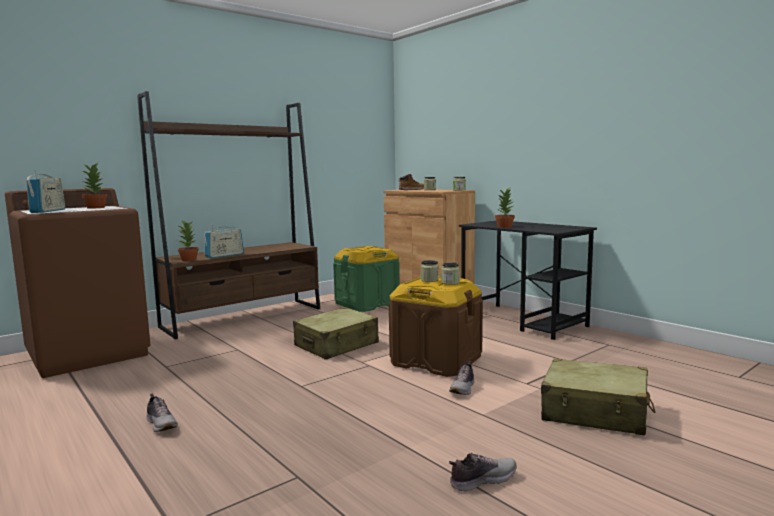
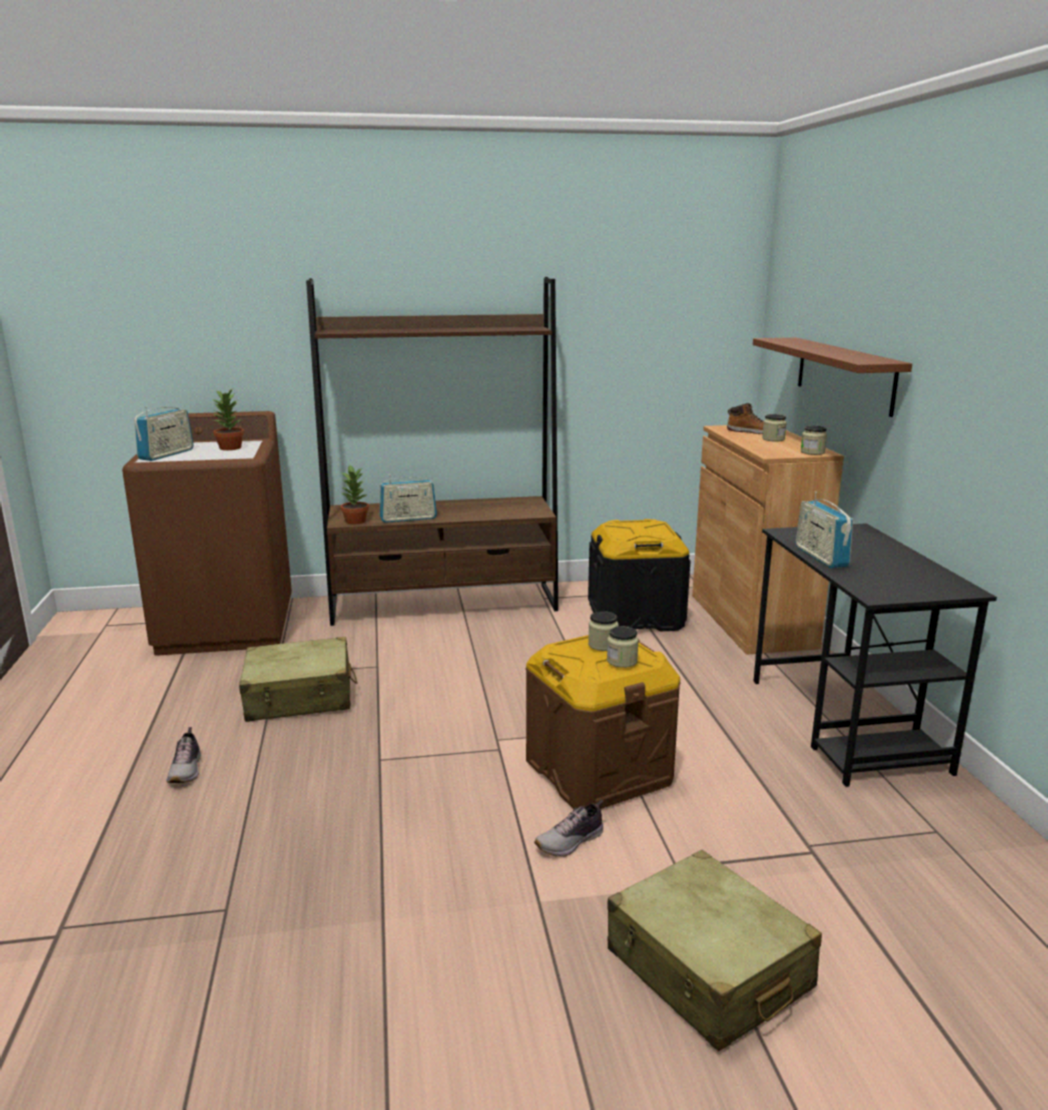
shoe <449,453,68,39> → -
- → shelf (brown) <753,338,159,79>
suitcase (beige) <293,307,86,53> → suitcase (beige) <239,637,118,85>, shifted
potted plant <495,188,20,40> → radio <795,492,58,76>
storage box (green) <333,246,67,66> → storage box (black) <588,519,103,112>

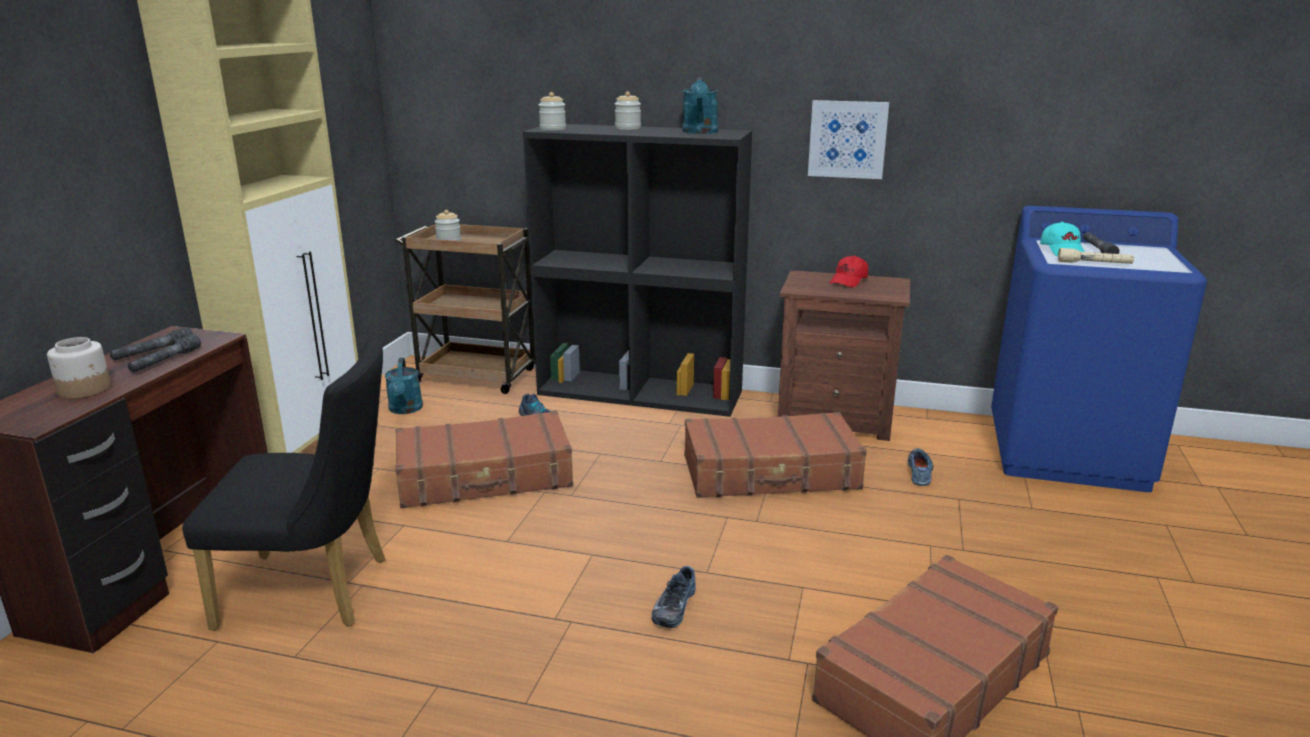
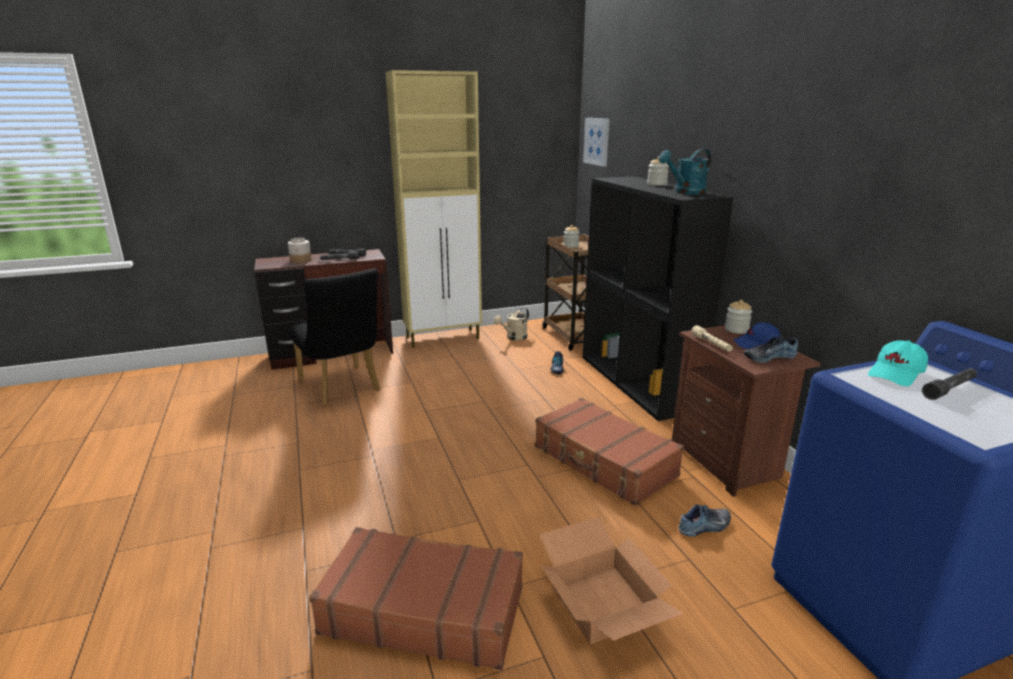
suitcase (brown) <395,411,178,98> → -
- → cardboard box <539,517,145,128>
jar <539,92,27,39> → jar <725,300,27,34>, shifted
shoe <652,566,44,62> → shoe <744,335,54,28>, shifted
picture <808,100,81,79> → picture <583,118,26,49>, shifted
flashlight (beige) <1058,248,76,16> → flashlight (beige) <691,325,42,27>, shifted
watering can (turquoise) <385,358,38,56> → watering can (beige) <494,307,35,33>
cap (red) <829,255,39,32> → cap (blue) <734,322,47,27>

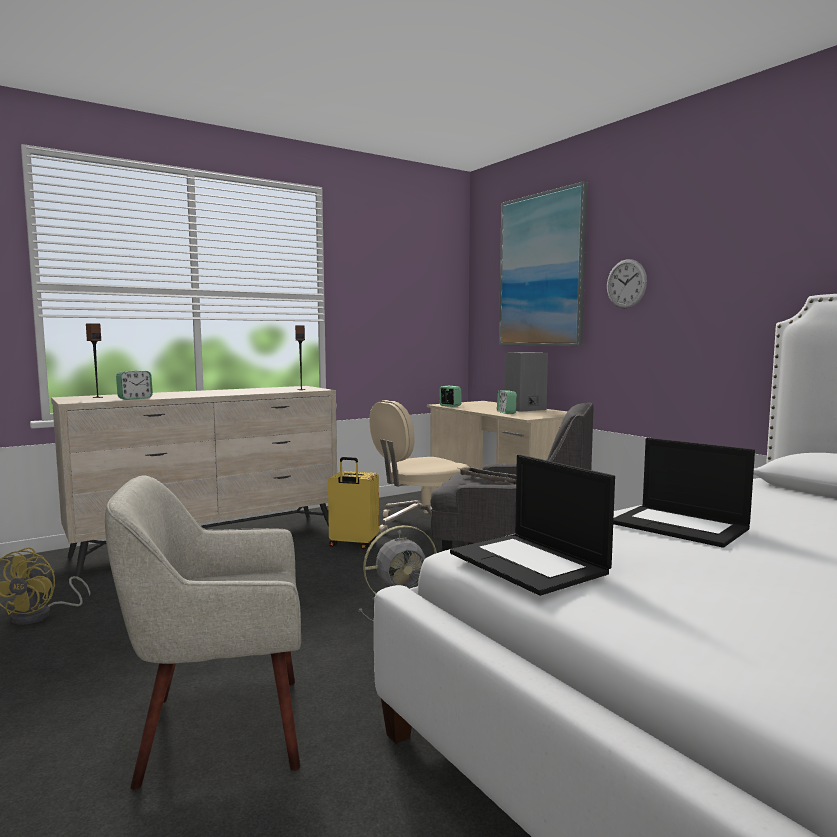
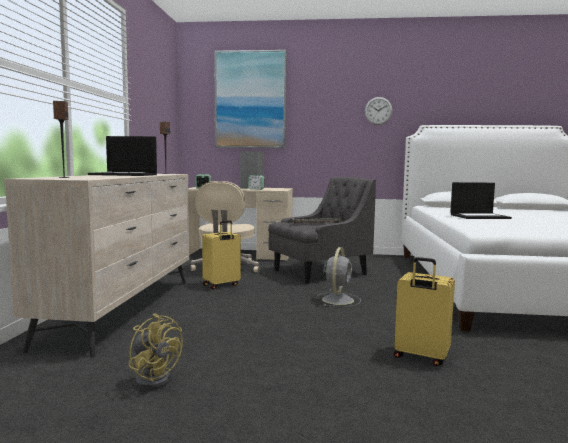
alarm clock <116,371,37,29> → -
laptop <450,455,165,141> → laptop <88,136,69,40>, shifted
wall clock <607,259,40,49> → wall clock <365,97,28,28>, shifted
armchair (beige) <105,475,196,315> → suitcase (yellow) <394,257,61,109>

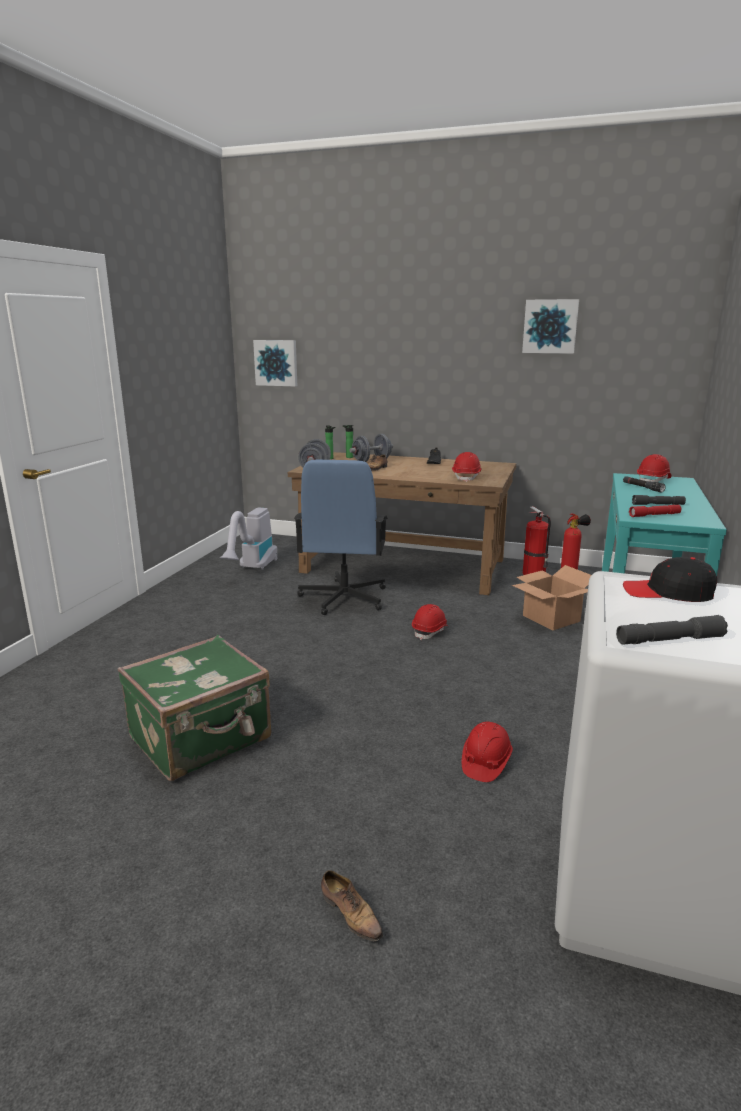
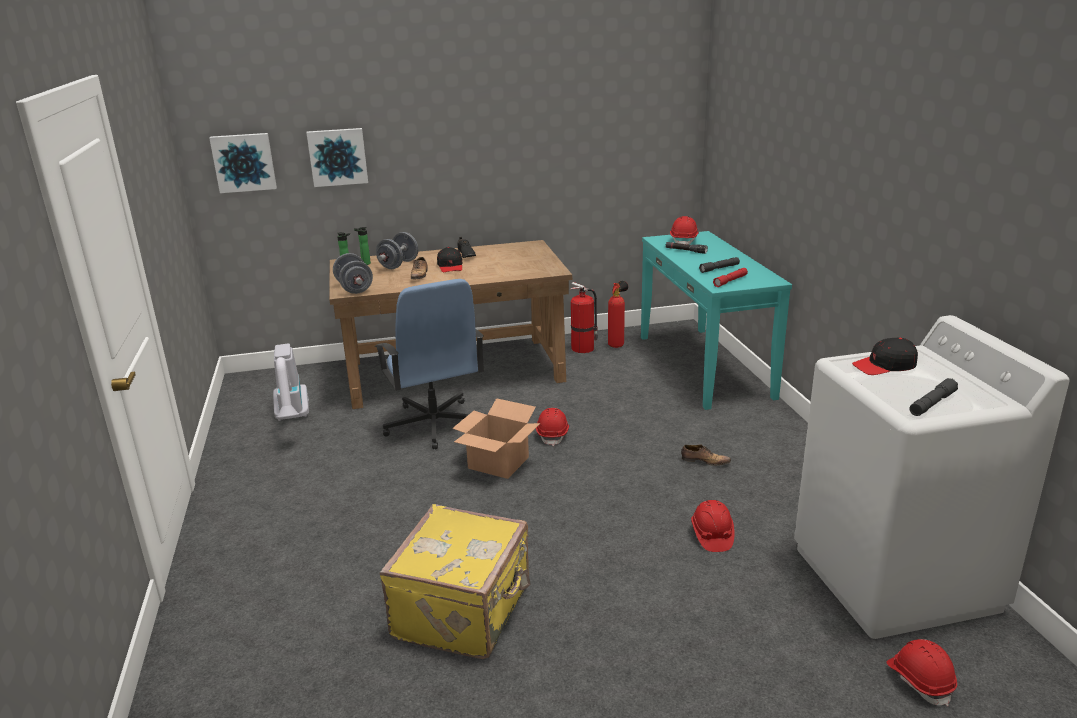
- → cap (black) <437,247,25,25>
shoe <321,870,62,71> → shoe <681,445,50,21>, shifted
hard hat (red) <452,452,30,30> → hard hat (red) <887,639,70,67>, shifted
cardboard box <512,565,79,65> → cardboard box <452,398,89,81>, shifted
picture <522,299,57,55> → picture <306,128,62,59>, shifted
suitcase (green) <118,635,154,146> → suitcase (yellow) <379,504,151,155>

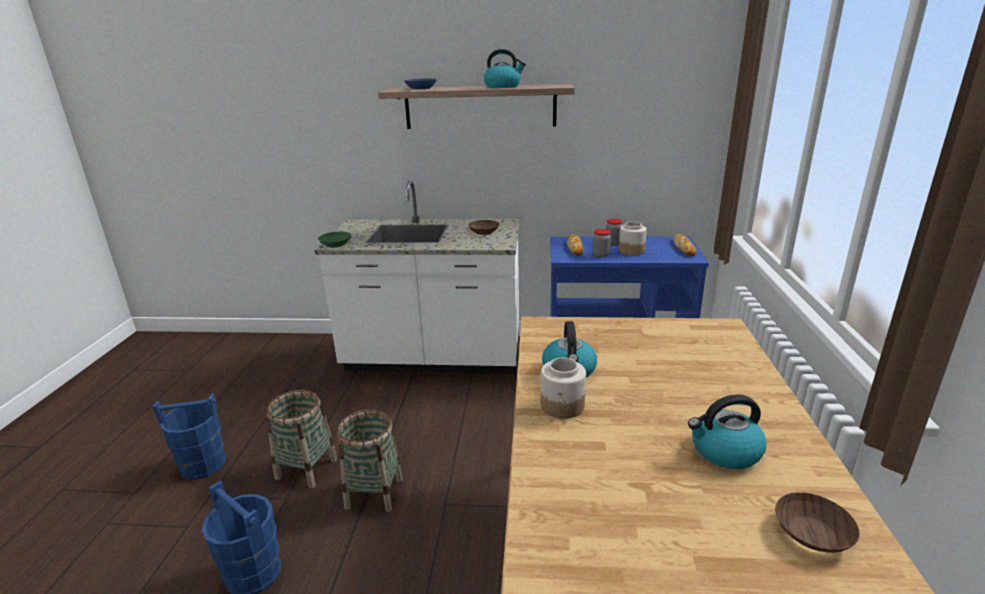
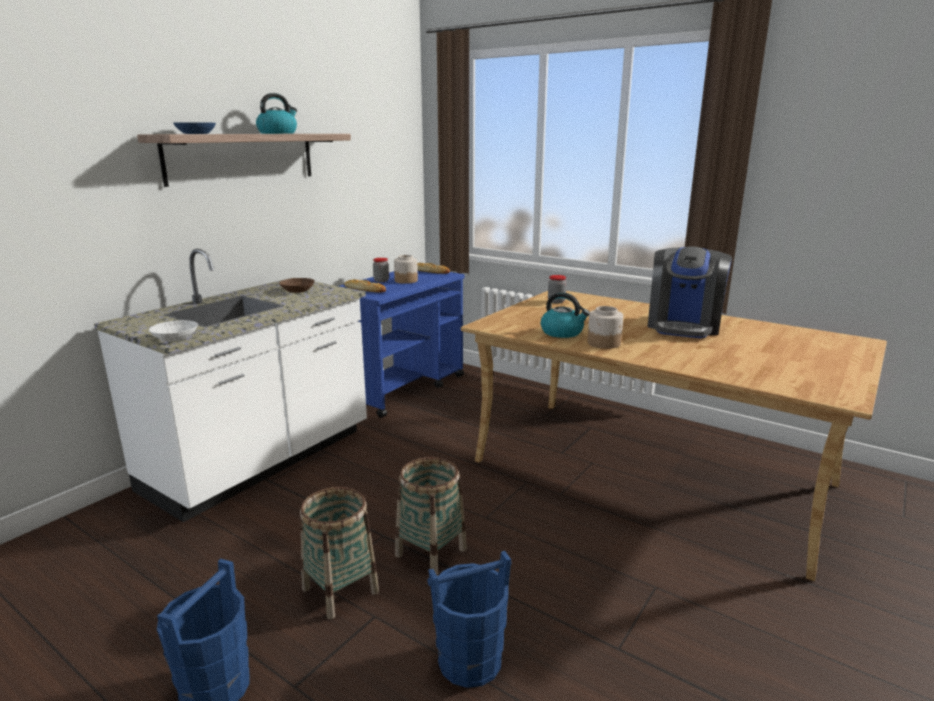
bowl (brown) <775,492,85,61> → -
jar <592,229,19,28> → jar <548,275,19,28>, shifted
kettle <688,394,79,75> → coffee machine <648,246,84,92>
bowl (green) <318,232,33,16> → bowl (white) <149,320,49,22>

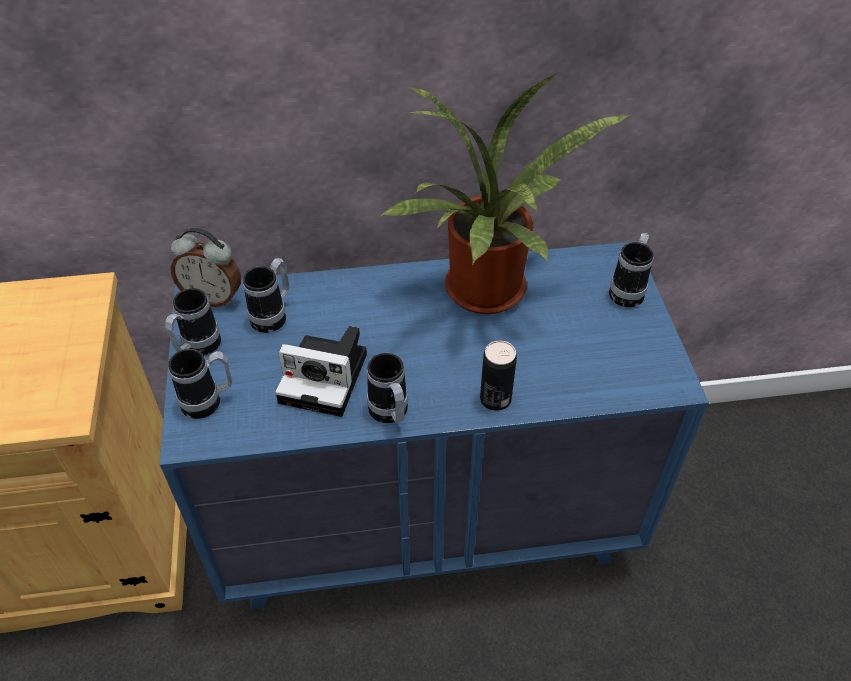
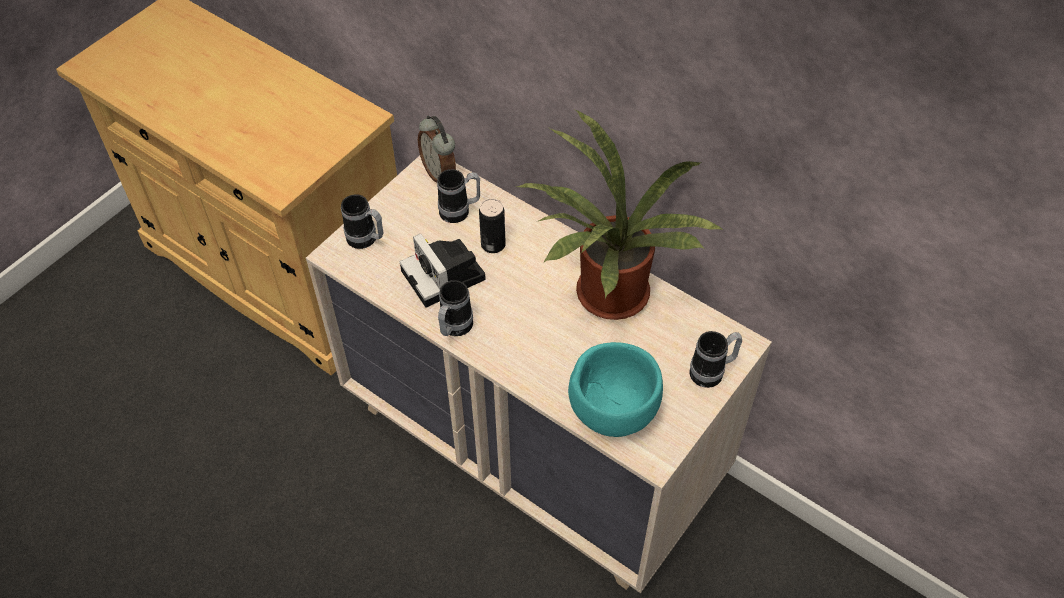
mug <165,288,56,67> → -
- → bowl (turquoise) <568,342,95,95>
can <480,341,37,70> → can <479,198,27,55>, shifted
dresser (blue) <160,241,549,369> → dresser (beige) <306,156,466,437>

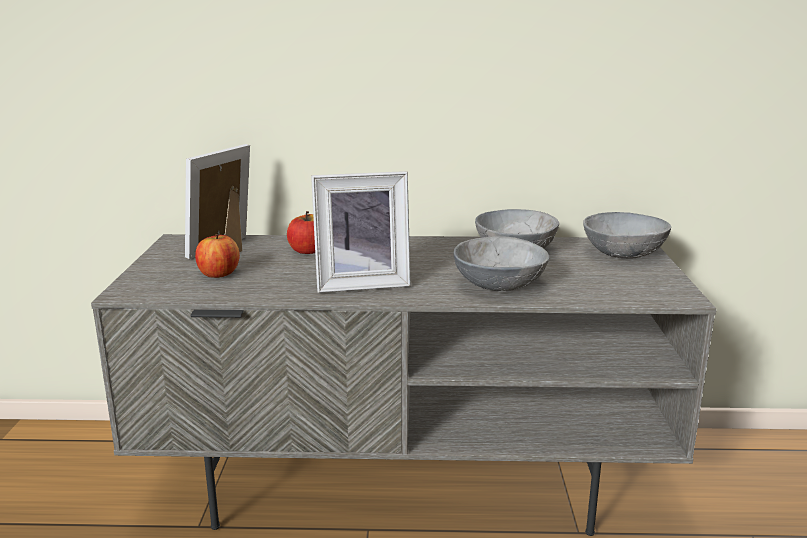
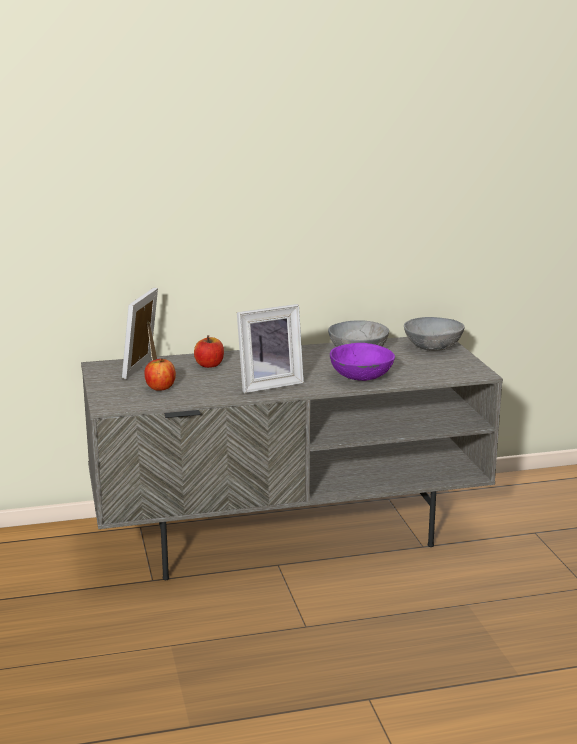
bowl (grey) <454,236,95,55> → bowl (purple) <330,343,65,38>

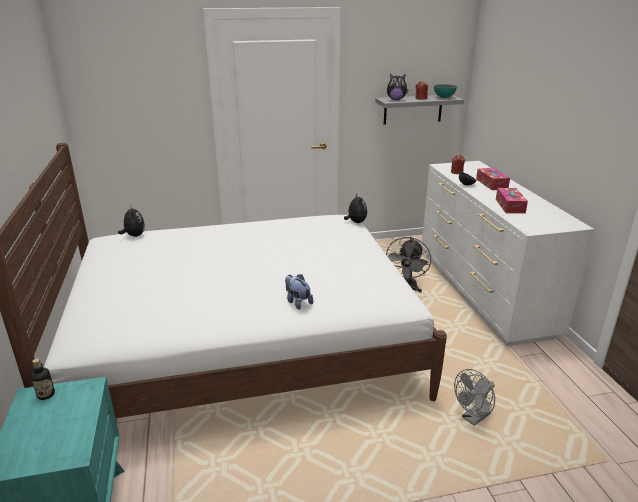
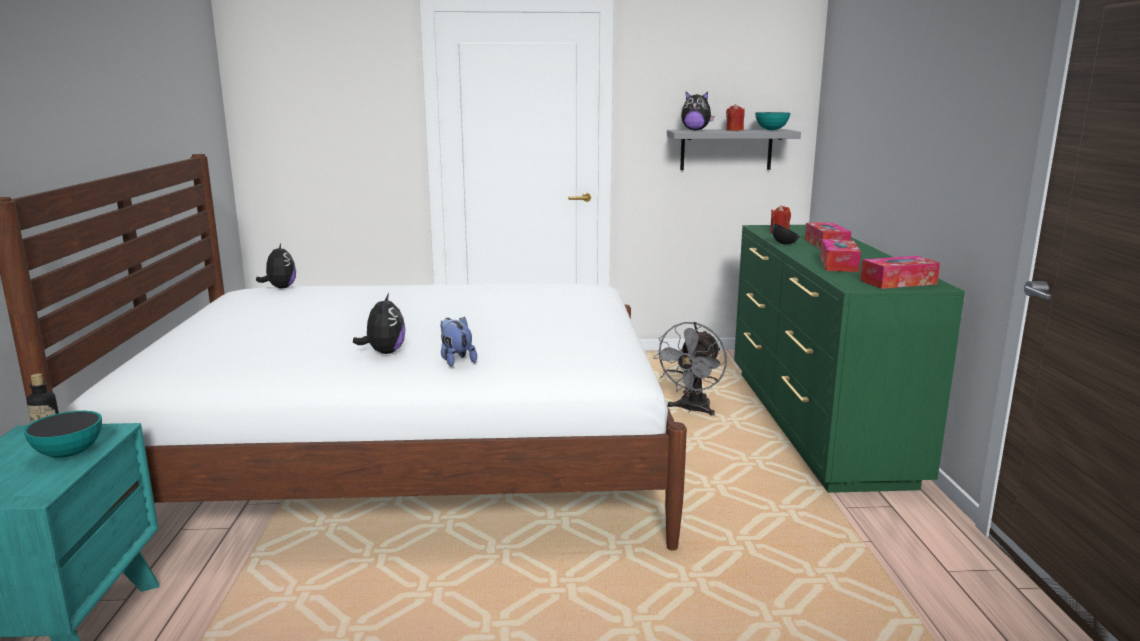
fan (grey) <454,369,41,57> → -
- → bowl <24,411,78,47>
- → tissue box <860,256,80,33>
plush toy <344,194,23,29> → plush toy <353,293,52,61>, shifted
dresser (white) <422,161,172,185> → dresser (green) <734,225,231,268>

